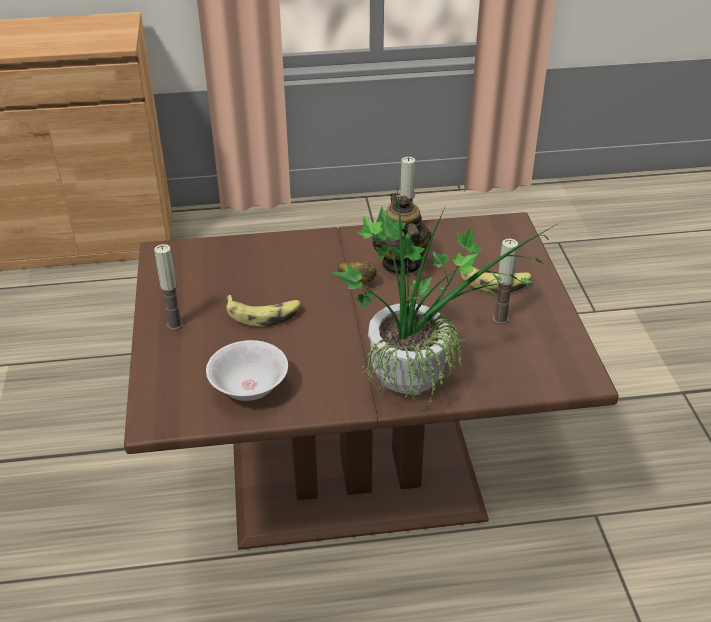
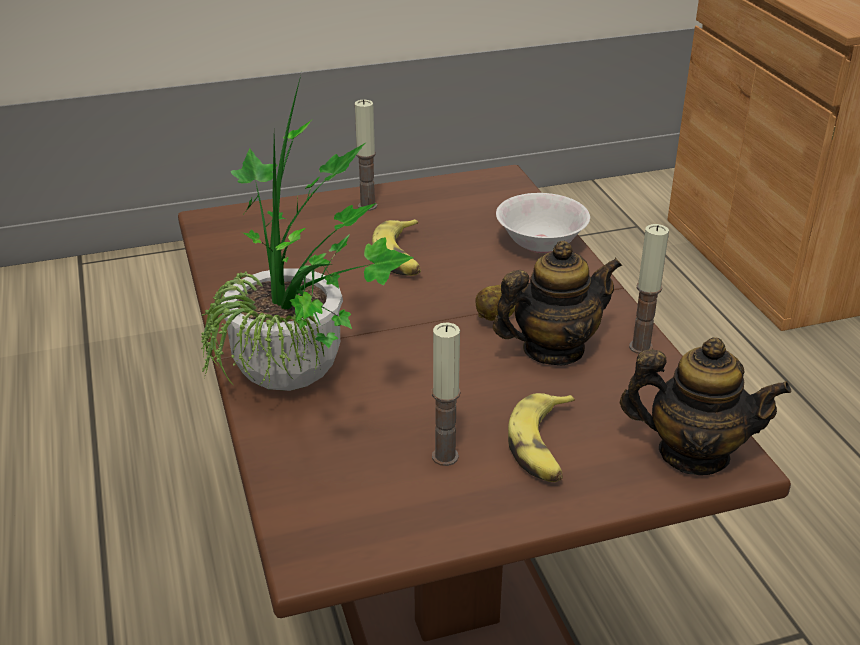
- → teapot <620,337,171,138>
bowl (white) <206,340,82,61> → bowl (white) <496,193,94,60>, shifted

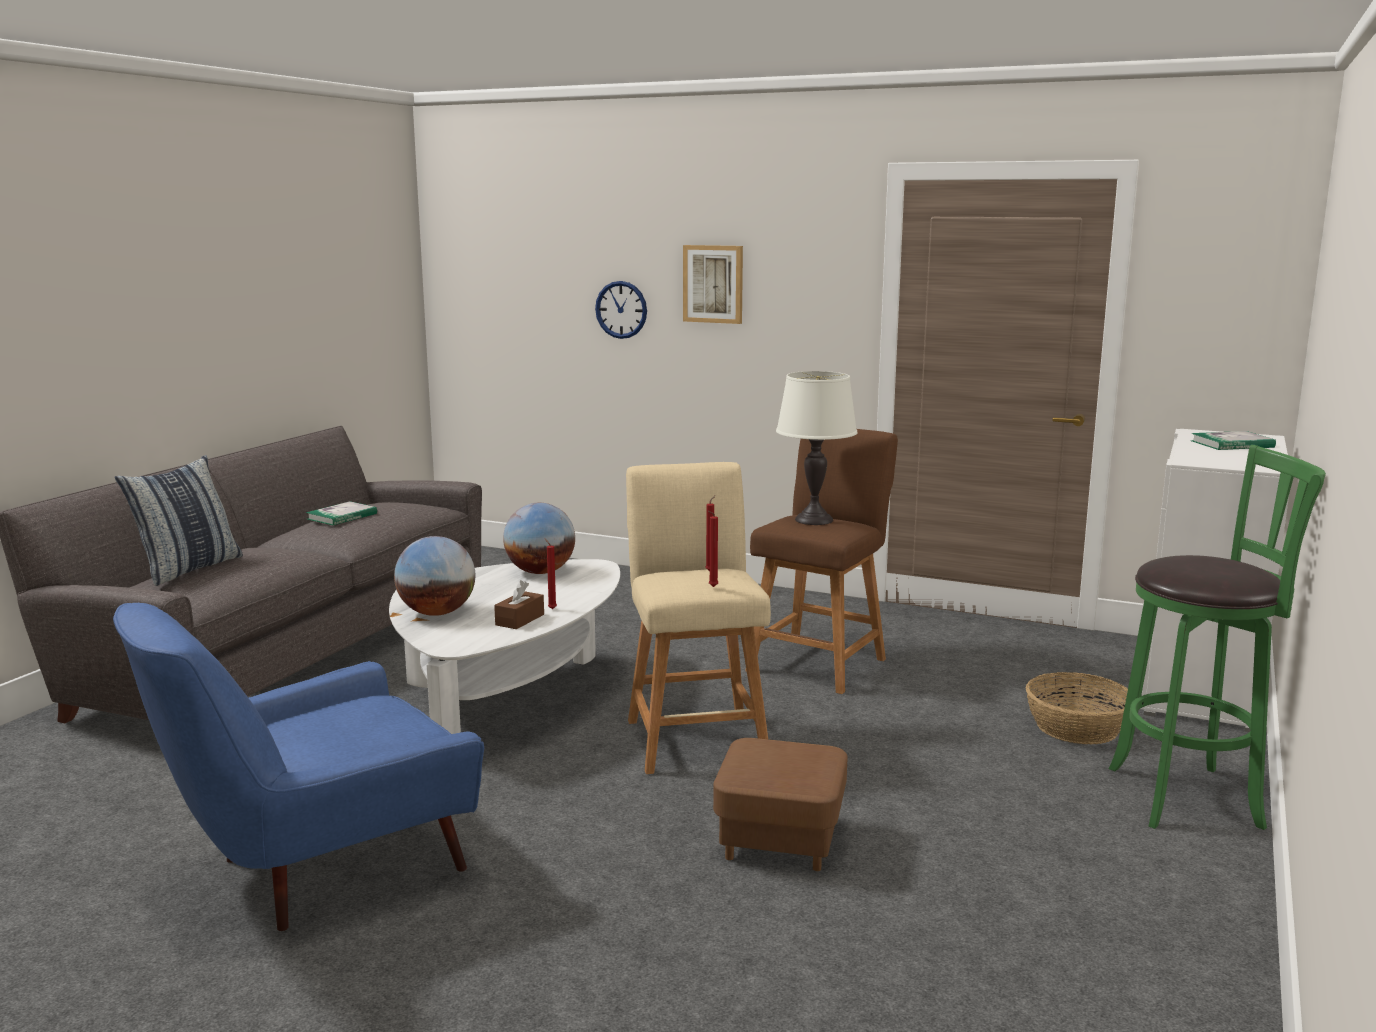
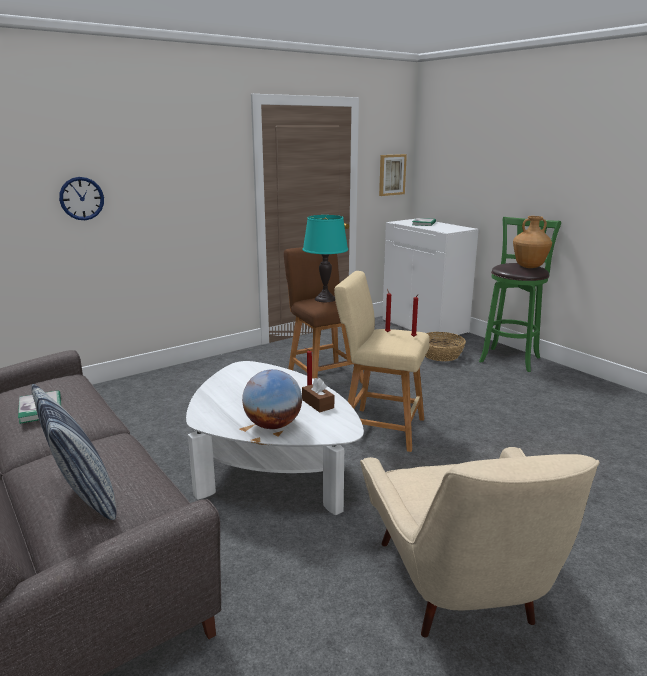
globe <503,503,72,71> → -
ottoman (brown) <713,738,135,133> → -
- → vase (brown) <513,216,39,52>
picture <683,245,60,79> → picture <379,154,28,42>, shifted
armchair (blue) <113,603,371,328> → armchair (beige) <360,447,240,191>
table lamp (white) <776,371,82,154> → table lamp (turquoise) <303,215,45,87>

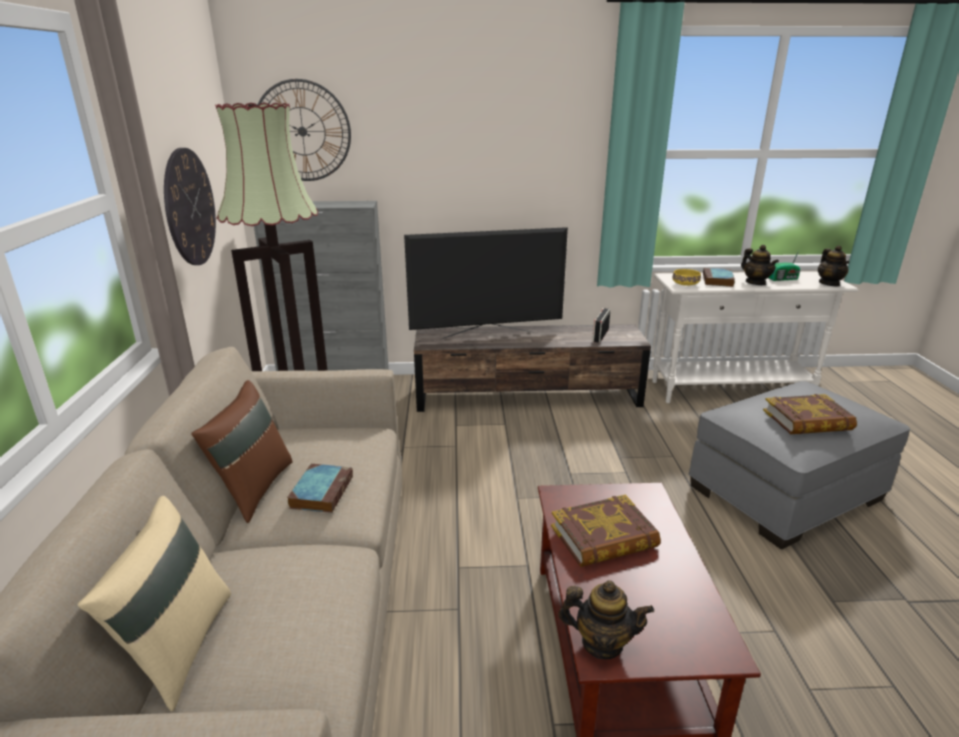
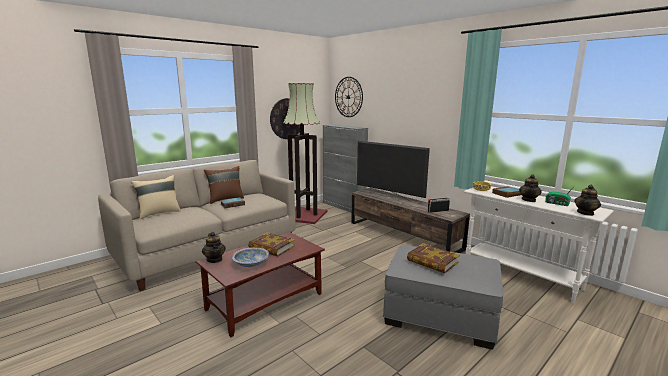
- → bowl <232,247,37,20>

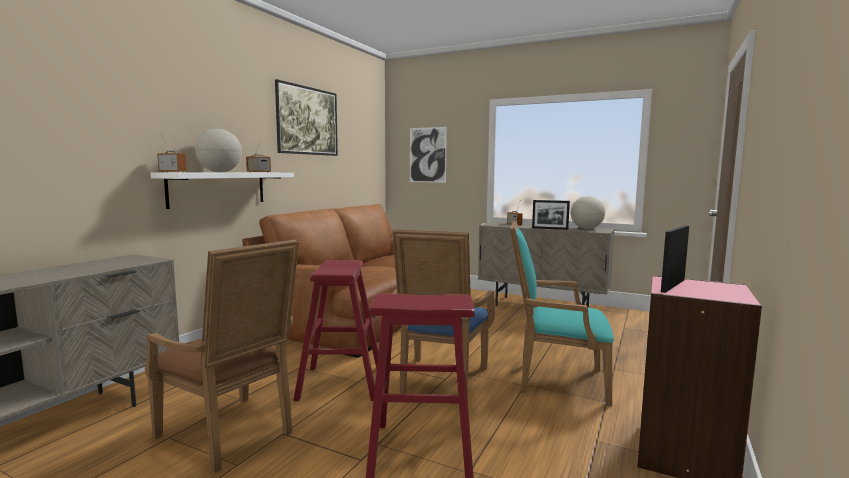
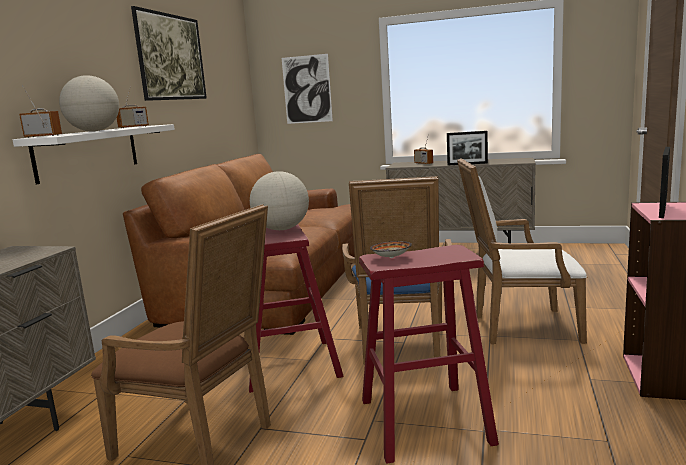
- → bowl <370,241,42,17>
globe <571,196,34,33> → globe <250,171,59,59>, shifted
armchair (turquoise) <510,221,104,185> → armchair (white) <457,158,130,186>

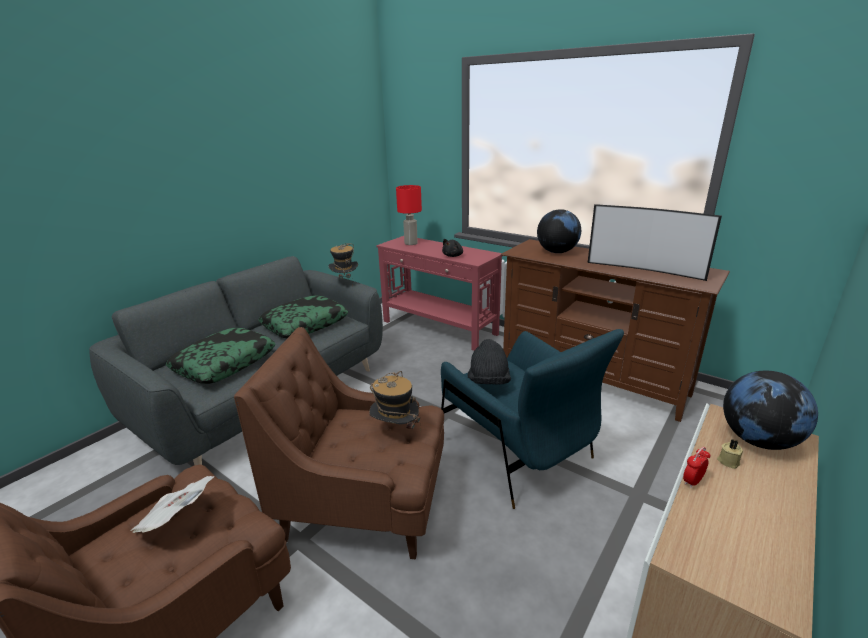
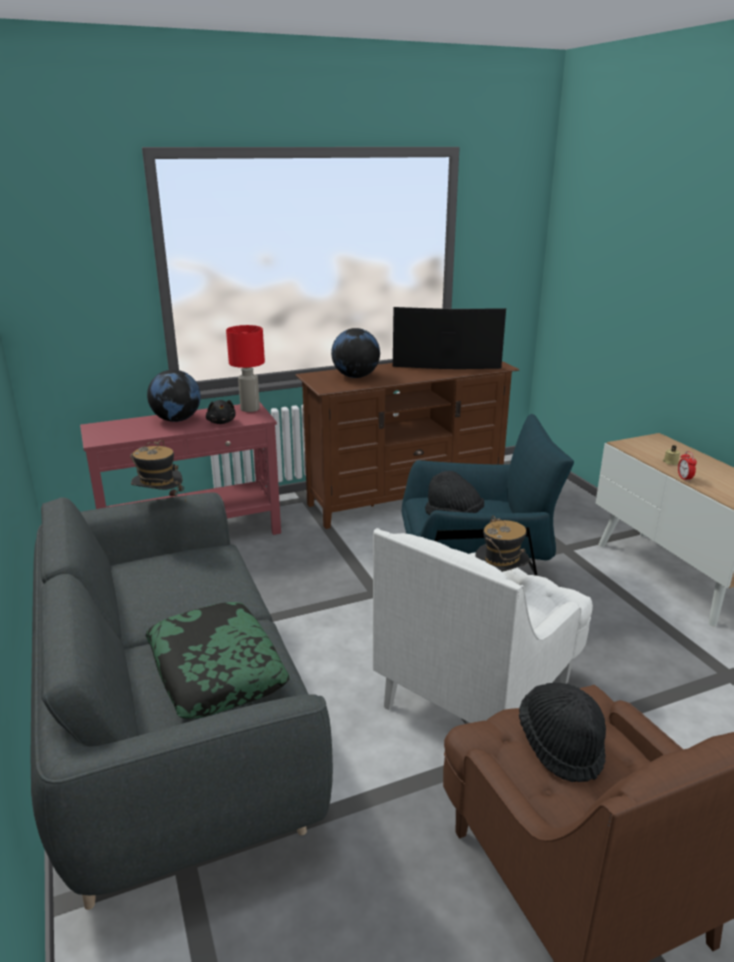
pillow <258,295,90,43> → -
table lamp (red) <396,185,26,60> → table lamp (red) <226,325,39,87>, shifted
globe <723,371,95,79> → globe <147,370,54,52>, shifted
newspaper <130,476,84,57> → hat (black) <519,682,87,100>
armchair (brown) <234,327,210,232> → armchair (white) <373,528,220,195>
television <588,204,134,77> → television <393,307,113,62>, 150 degrees counterclockwise

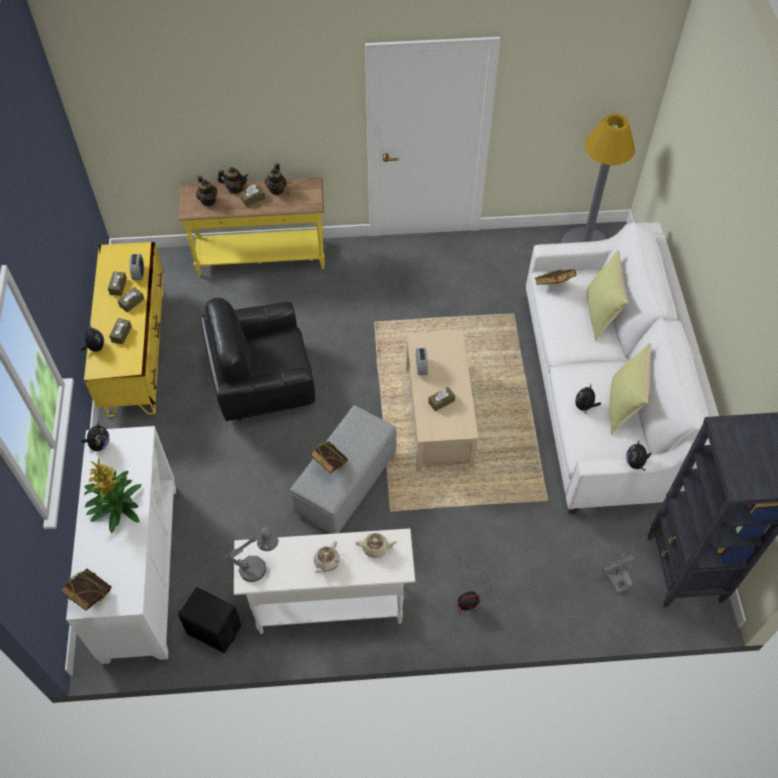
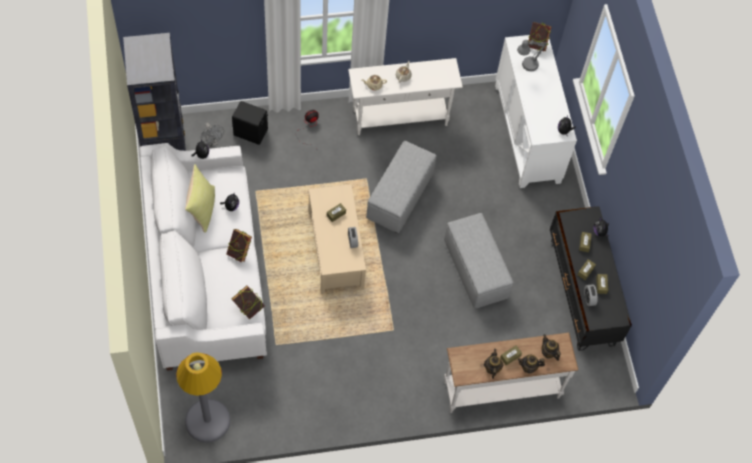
potted plant <84,459,58,74> → -
pillow (yellow) <587,250,41,91> → -
speaker (black) <178,587,63,66> → speaker (black) <232,101,36,44>, shifted
table lamp (grey) <224,527,55,55> → table lamp (grey) <517,40,30,31>, shifted
book <310,441,38,32> → book <227,229,25,33>, shifted
armchair (black) <200,298,115,123> → ottoman (grey) <444,213,69,96>
tv stand (yellow) <84,242,80,175> → tv stand (black) <550,206,82,145>
console table (yellow) <178,177,147,100> → console table (white) <444,333,134,80>

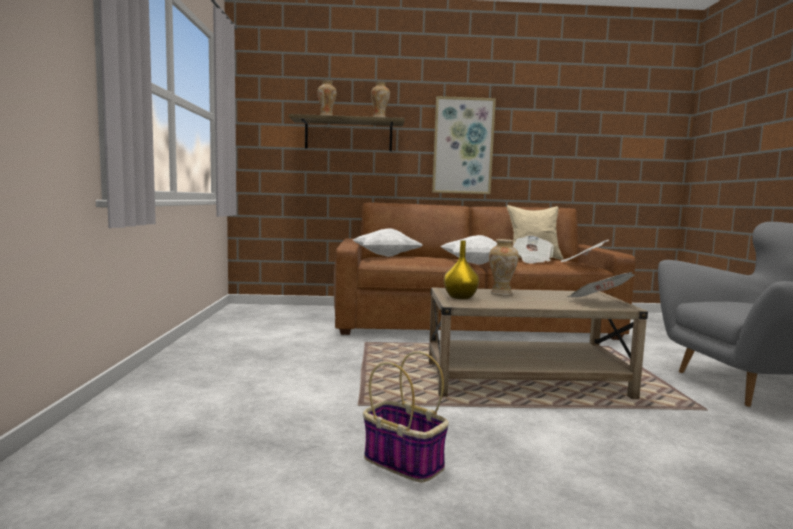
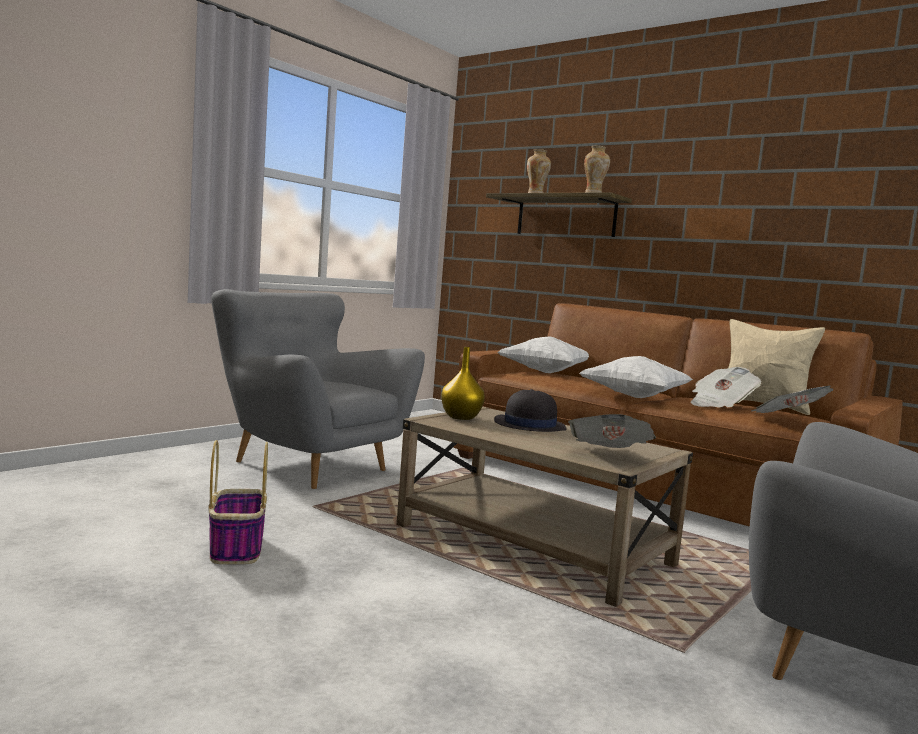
picture <432,96,64,98> → -
- → armchair (grey) <211,289,214,200>
vase <489,239,30,57> → hat (black) <494,389,73,43>

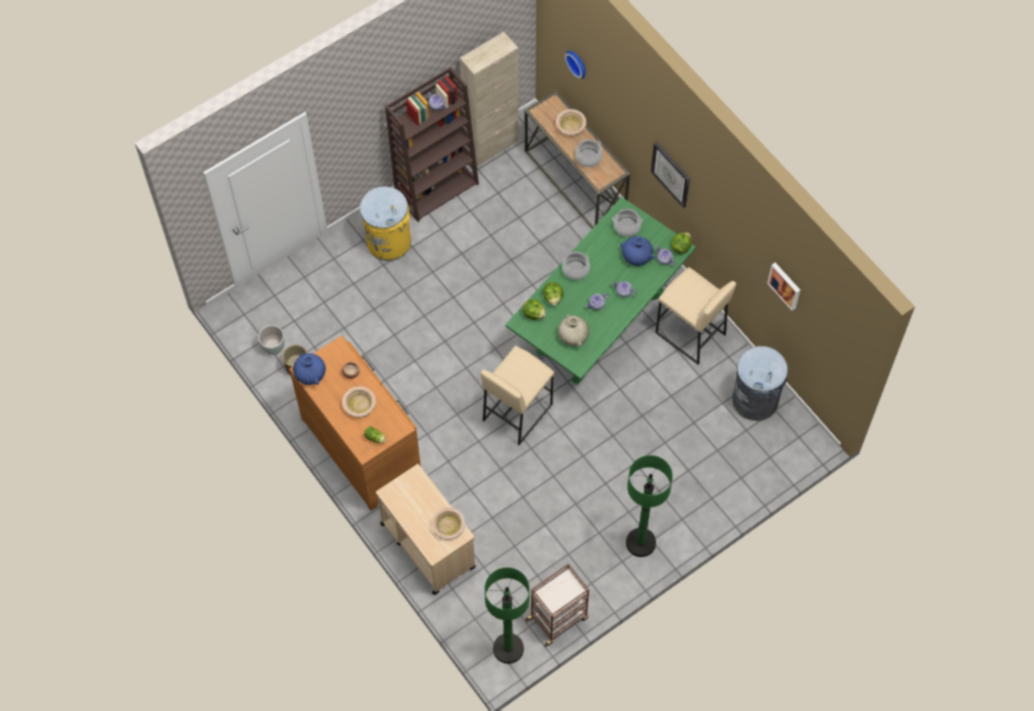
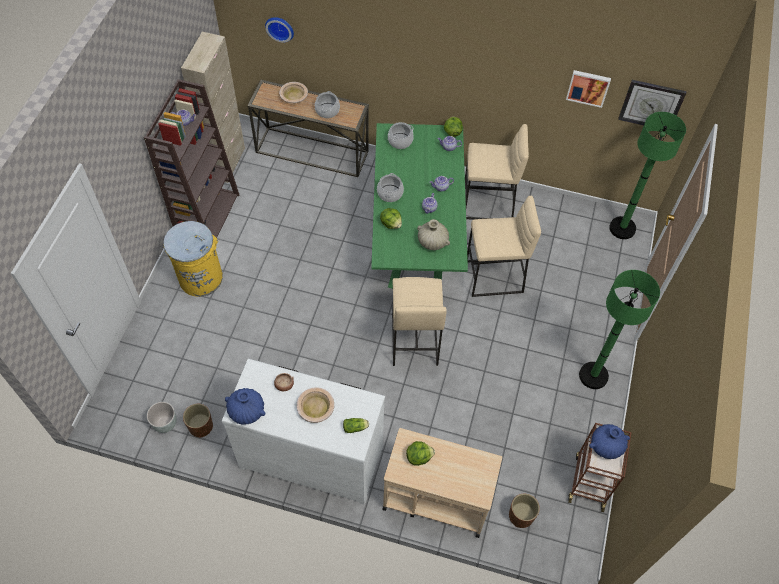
bowl (beige) <431,508,34,32> → -
trash can (grey) <733,346,55,75> → -
- → stool (beige) <467,196,74,101>
- → planter (brown) <509,494,31,34>
floor lamp (green) <485,567,45,97> → floor lamp (green) <609,112,77,127>, shifted
lettuce <522,299,24,21> → lettuce <406,441,29,25>, shifted
vase (blue) <620,236,35,30> → vase (blue) <589,424,41,35>, shifted
wall clock <651,142,39,66> → wall clock <618,80,69,45>, shifted
dresser (brown) <289,335,132,176> → dresser (white) <222,358,163,147>

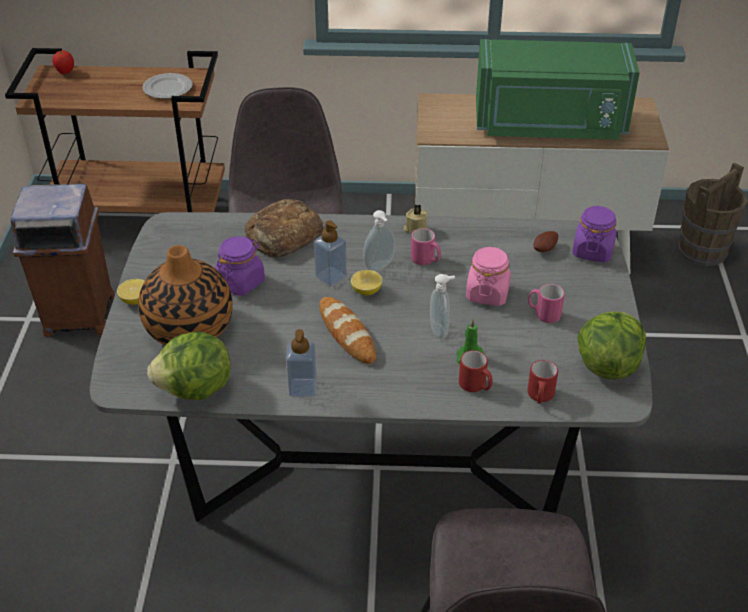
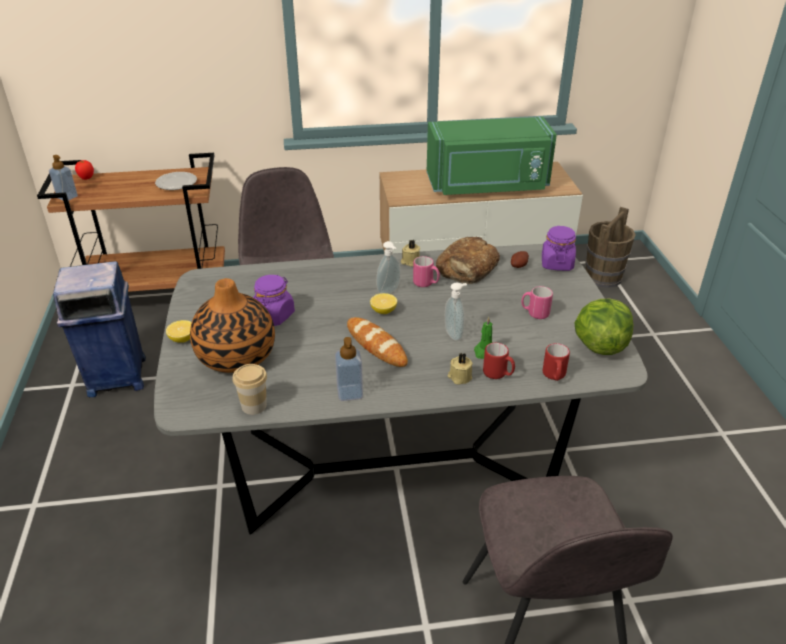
jar (pink) <466,246,45,60> → -
- → candle (beige) <447,353,26,31>
bread <245,199,79,59> → bread <436,237,64,47>, shifted
soap dispenser <314,220,33,66> → soap dispenser <49,155,29,46>, shifted
lettuce <147,331,84,69> → cup <233,364,34,51>
trash can (brown) <11,183,104,154> → trash can (blue) <53,261,93,136>

